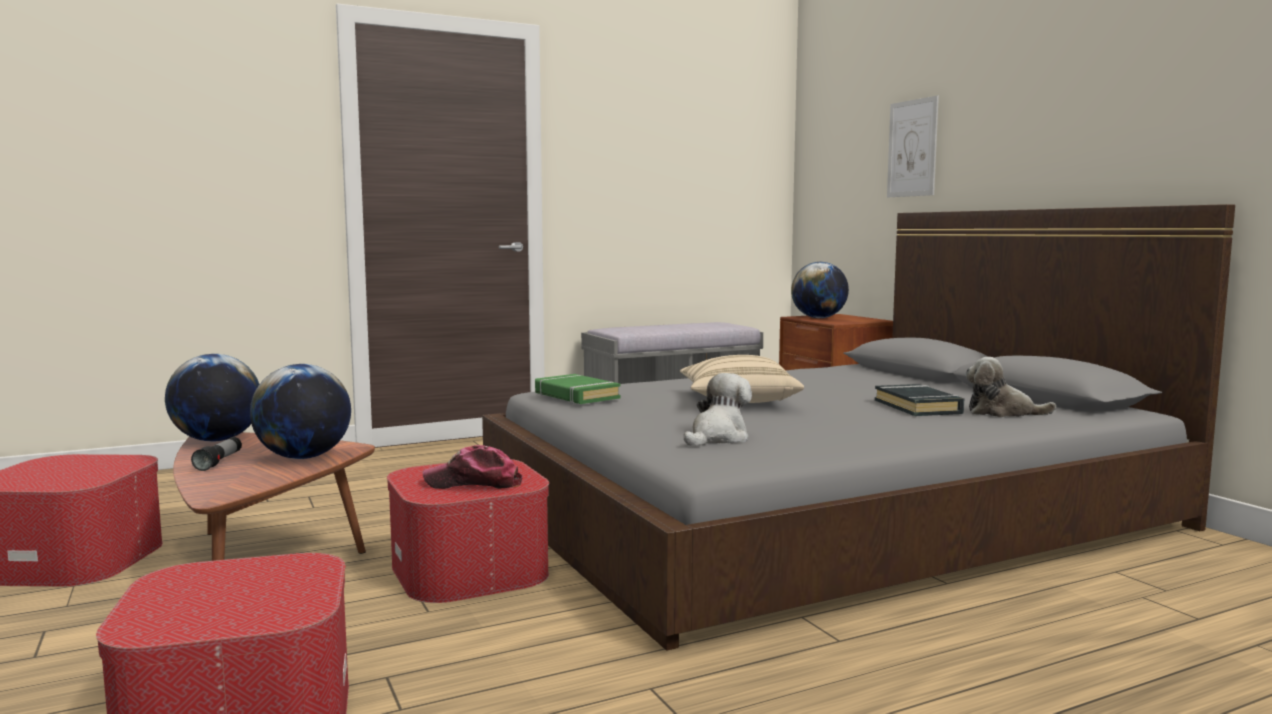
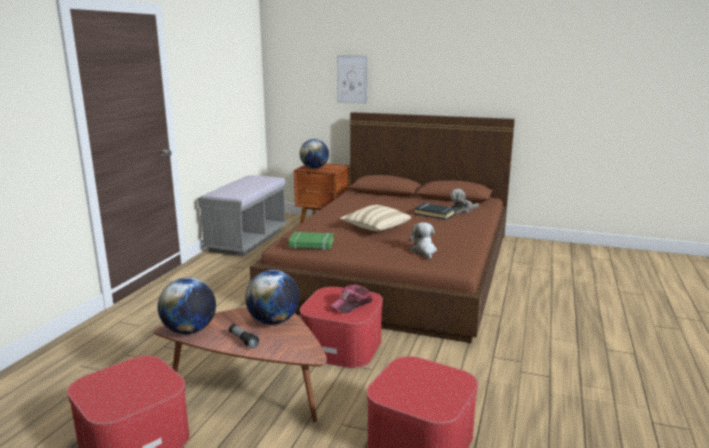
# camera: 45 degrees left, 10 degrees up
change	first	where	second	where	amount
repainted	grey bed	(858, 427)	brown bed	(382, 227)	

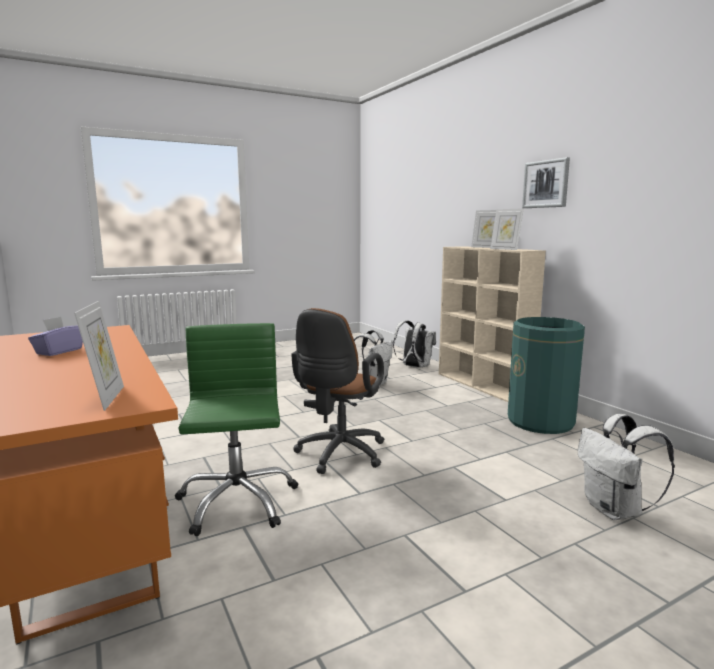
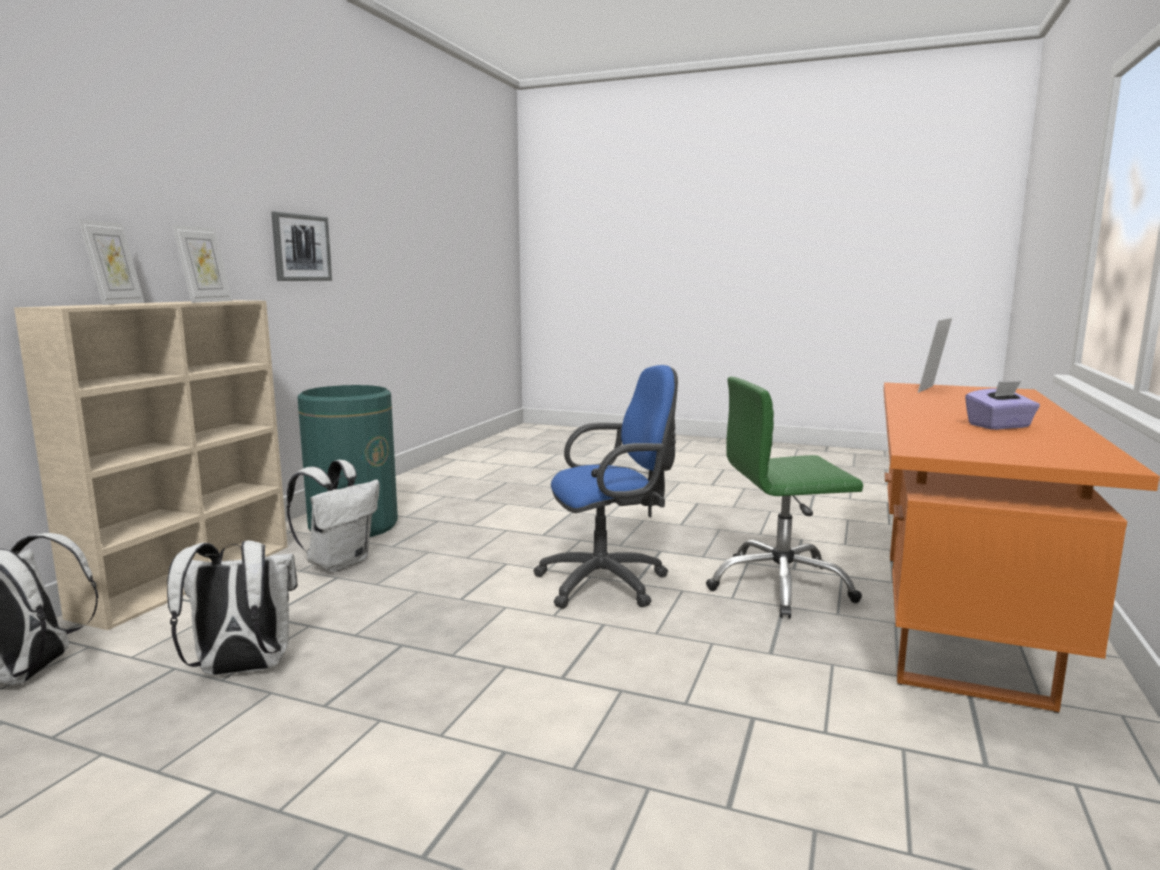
# camera: 130 degrees left, 0 degrees up
change	first	where	second	where	amount
shifted	picture	(546, 182)		(301, 246)	
repainted	brown office chair	(337, 391)	blue office chair	(605, 487)	
rotated	green office chair	(236, 429)		(784, 497)	45 degrees clockwise
shifted	white backpack	(626, 467)		(333, 516)	

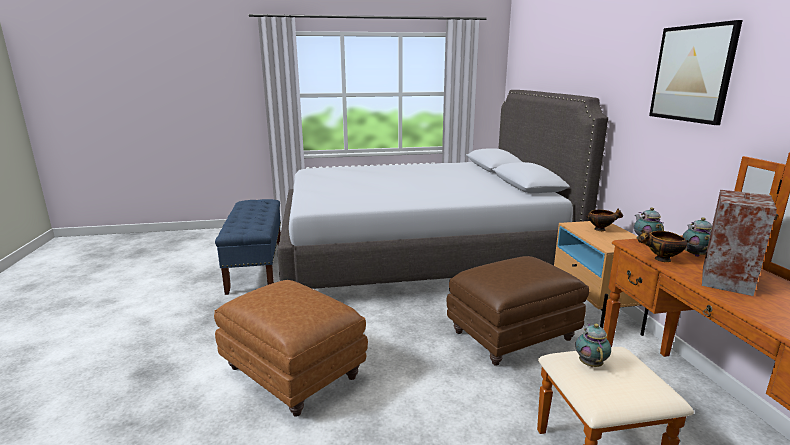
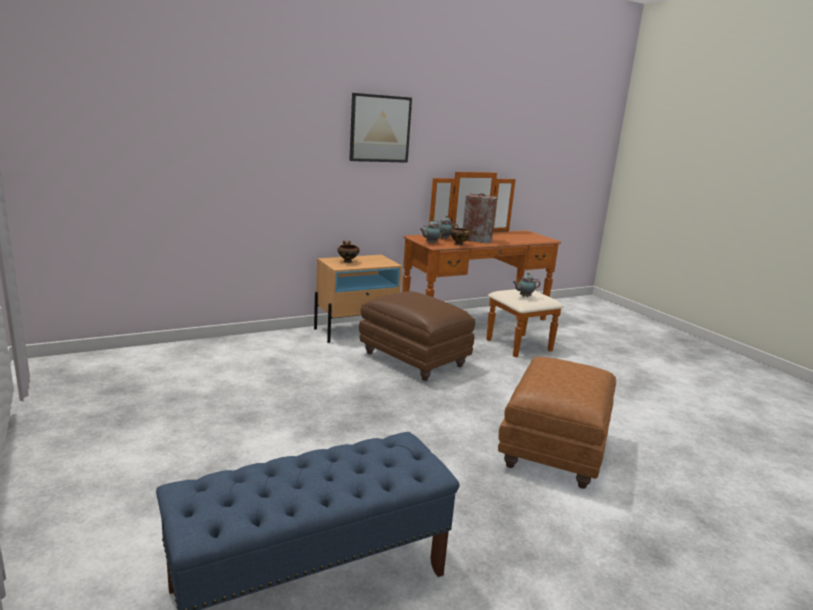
# camera: 110 degrees left, 0 degrees up
change	first	where	second	where	amount
gone	grey bed	(443, 189)			

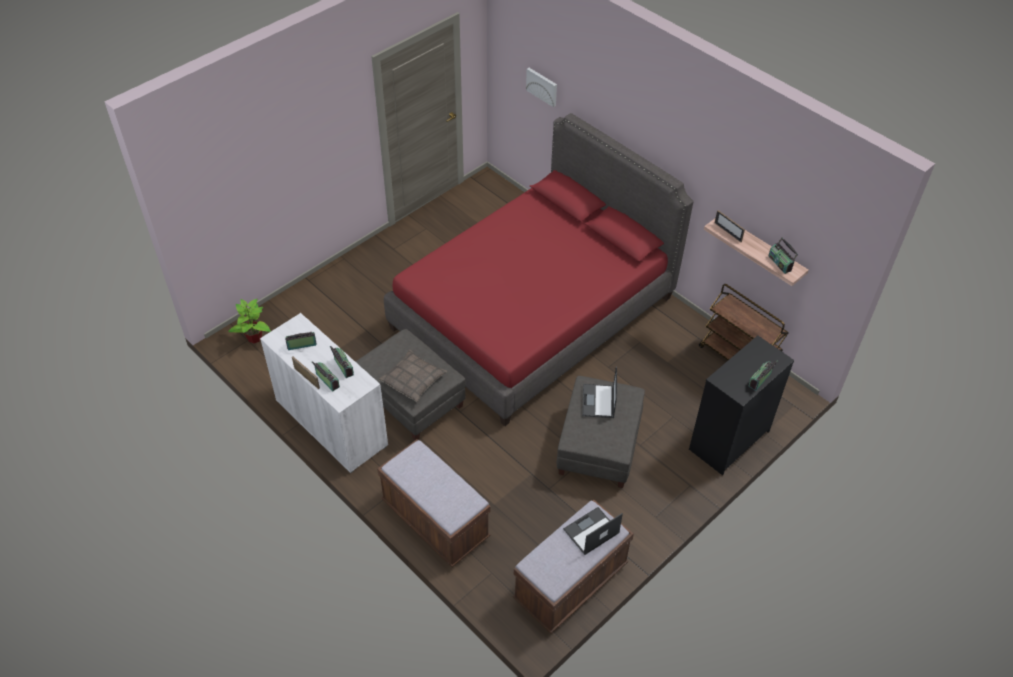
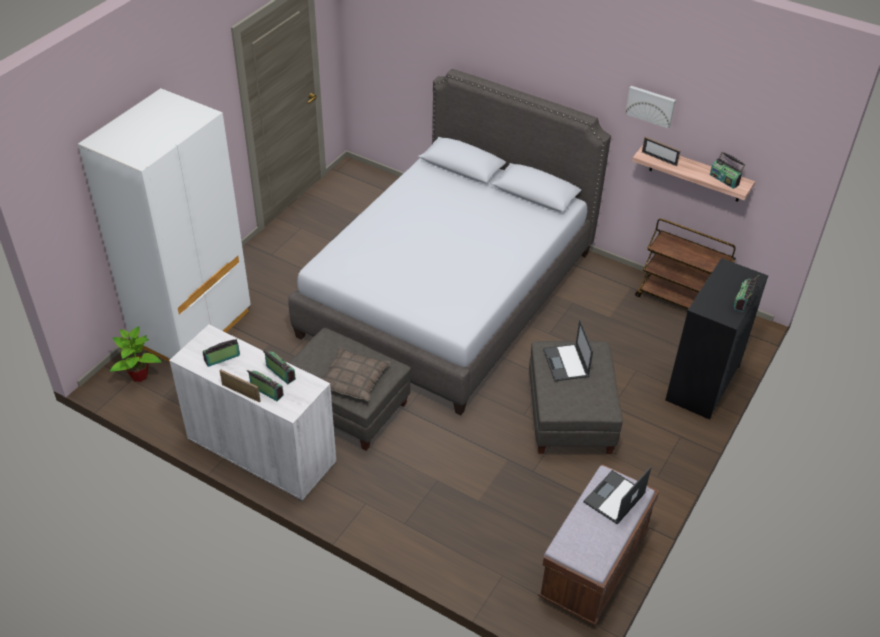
# camera: 15 degrees left, 5 degrees down
change	first	where	second	where	amount
shifted	picture	(541, 87)		(650, 107)	
repainted	red bed	(539, 269)	grey bed	(449, 242)	
gone	brown bench	(434, 503)			
new			white wardrobe	(164, 225)	

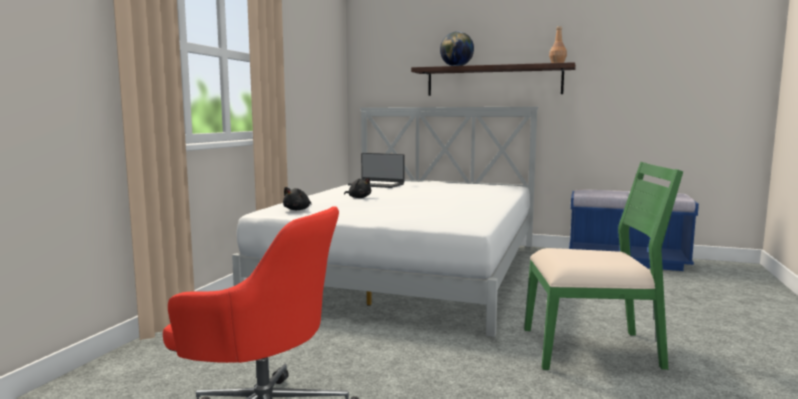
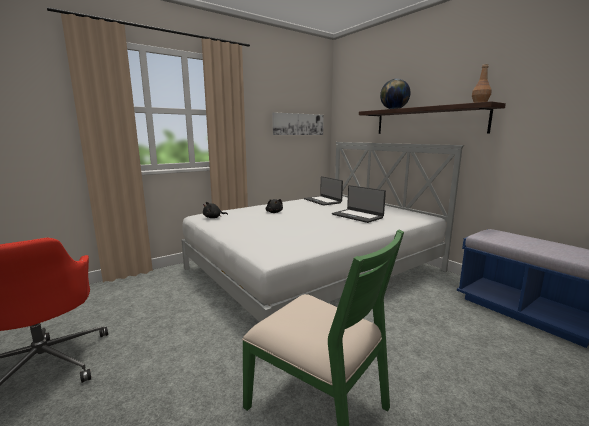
# camera: 35 degrees right, 5 degrees up
change	first	where	second	where	amount
new			picture	(298, 123)	
new			laptop	(359, 204)	

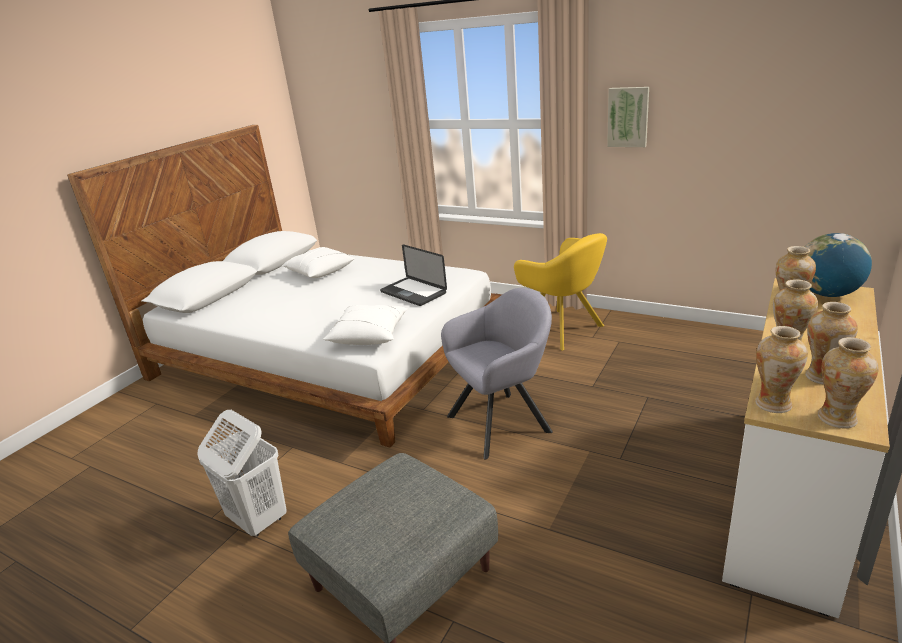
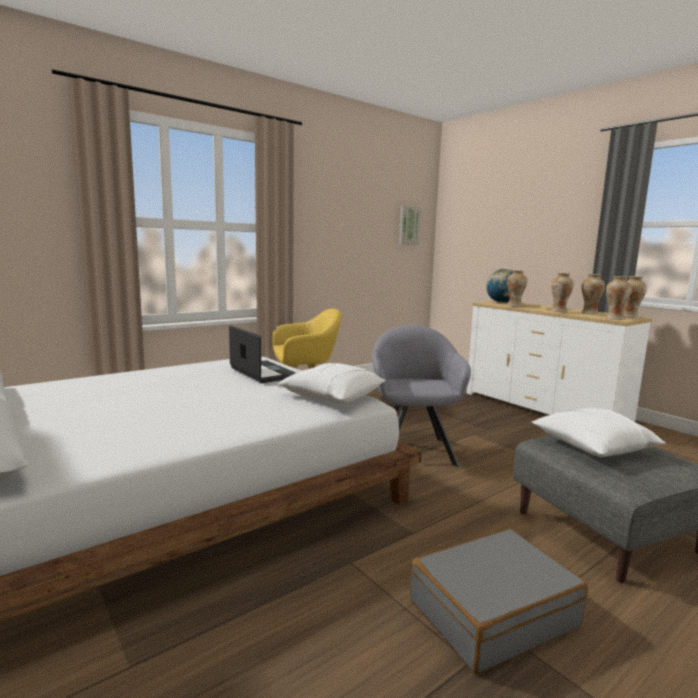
# camera: 70 degrees left, 15 degrees down
change	first	where	second	where	amount
shifted	picture	(628, 117)		(410, 225)	
rotated	laptop	(413, 275)		(262, 354)	105 degrees counterclockwise
shifted	white pillow	(318, 262)		(599, 432)	
swapped	white laundry basket	(242, 473)	grey suitcase	(499, 601)	

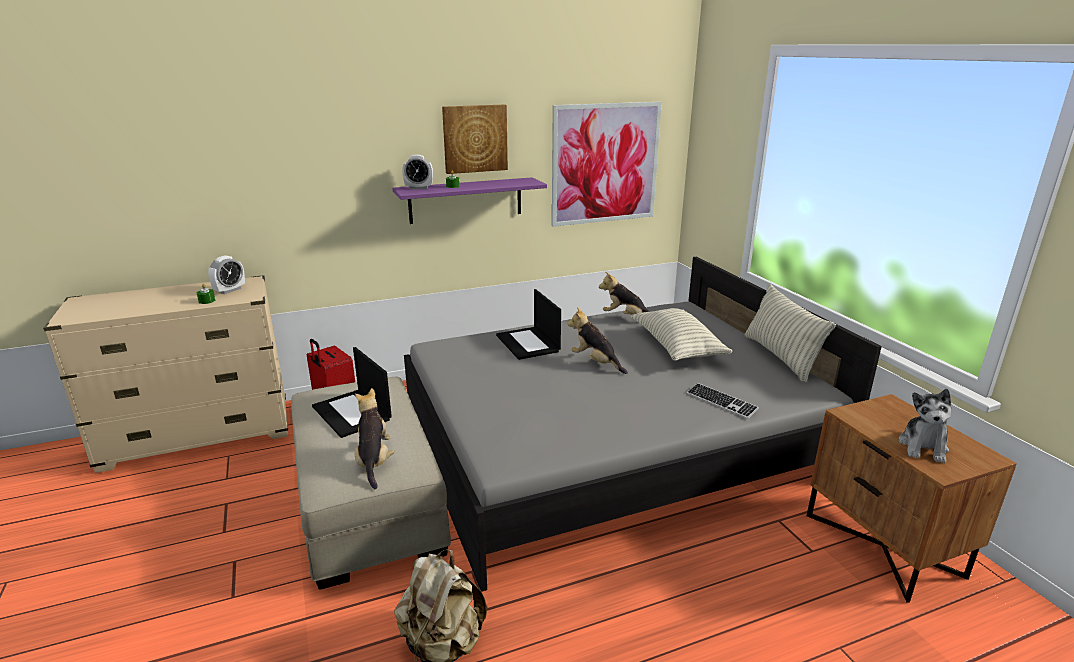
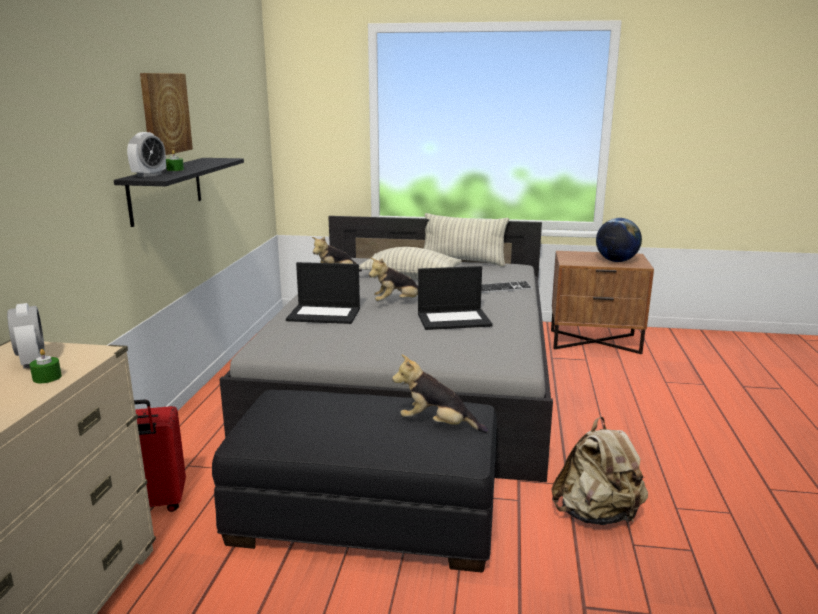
# camera: 60 degrees left, 5 degrees down
change	first	where	second	where	amount
gone	picture	(607, 164)			
repainted	purple shelf	(469, 200)	black shelf	(179, 192)	
shifted	laptop	(352, 392)		(455, 298)	
repainted	beige ottoman	(371, 483)	black ottoman	(354, 481)	
swapped	plush toy	(925, 426)	globe	(619, 240)	

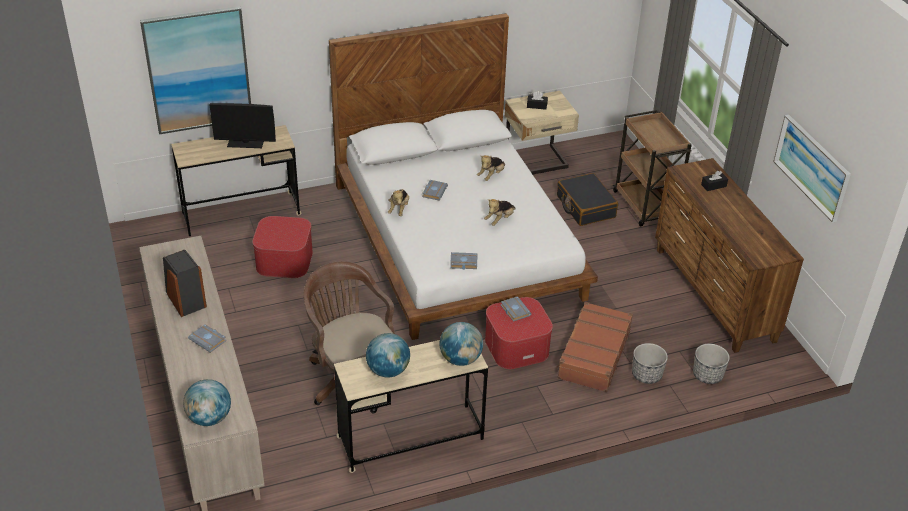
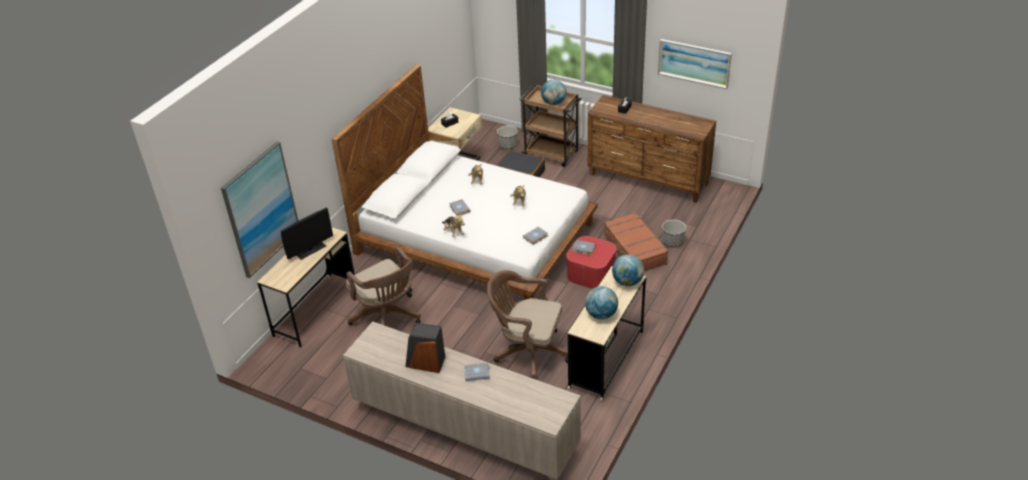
# camera: 40 degrees left, 0 degrees up
change	first	where	second	where	amount
swapped	ottoman	(282, 247)	brown office chair	(383, 286)	
shifted	planter	(711, 364)		(507, 137)	
shifted	globe	(207, 402)		(554, 92)	

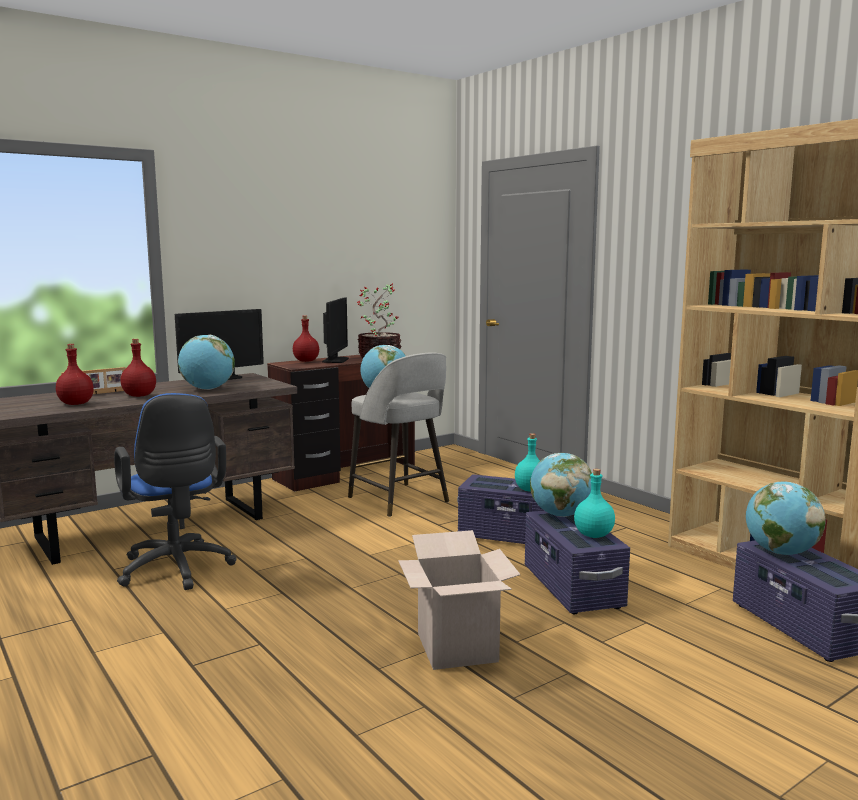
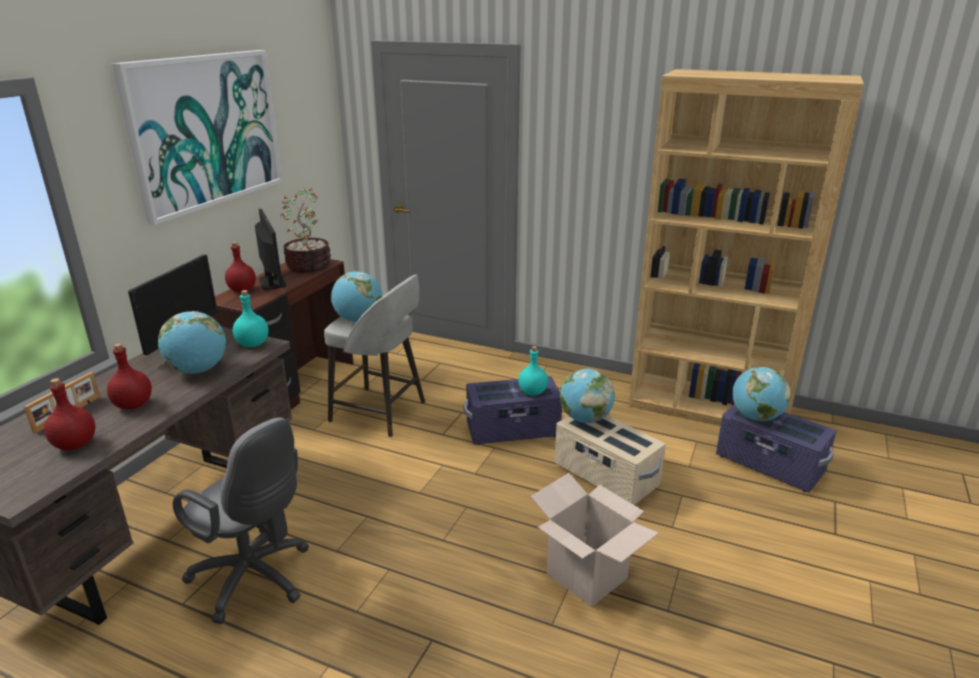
# camera: 30 degrees left, 15 degrees up
change	first	where	second	where	amount
repainted	blue office chair	(175, 491)	grey office chair	(241, 521)	
shifted	turquoise bottle	(594, 503)		(250, 318)	
repainted	purple storage box	(577, 562)	beige storage box	(610, 460)	
new			picture	(197, 137)	

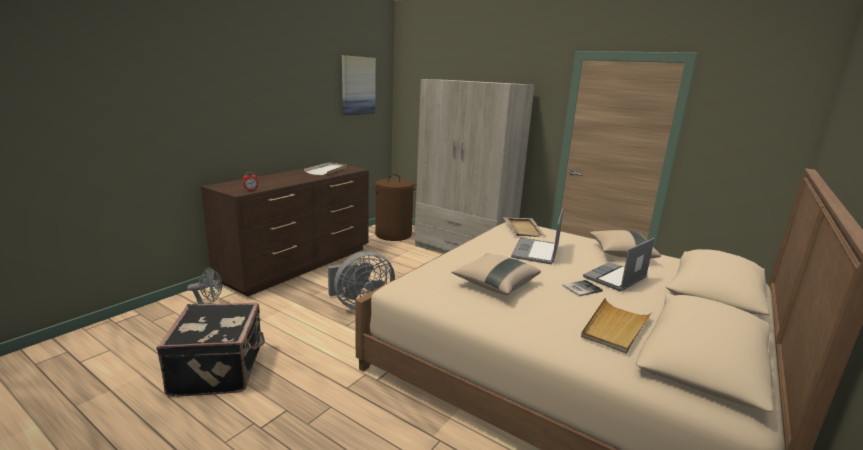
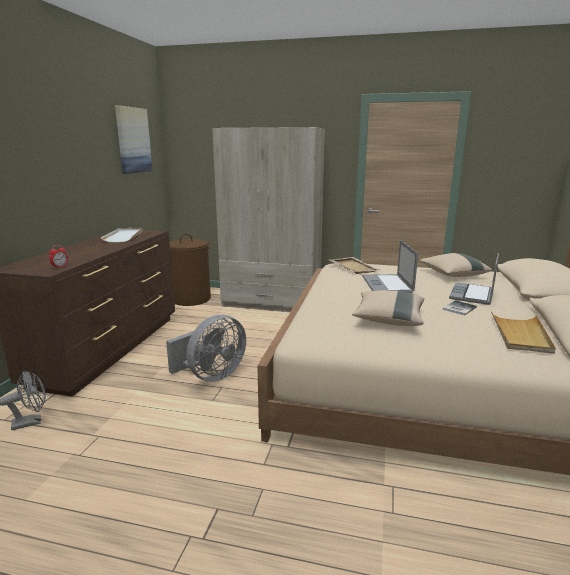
# camera: 20 degrees left, 0 degrees up
change	first	where	second	where	amount
gone	black suitcase	(210, 349)			

